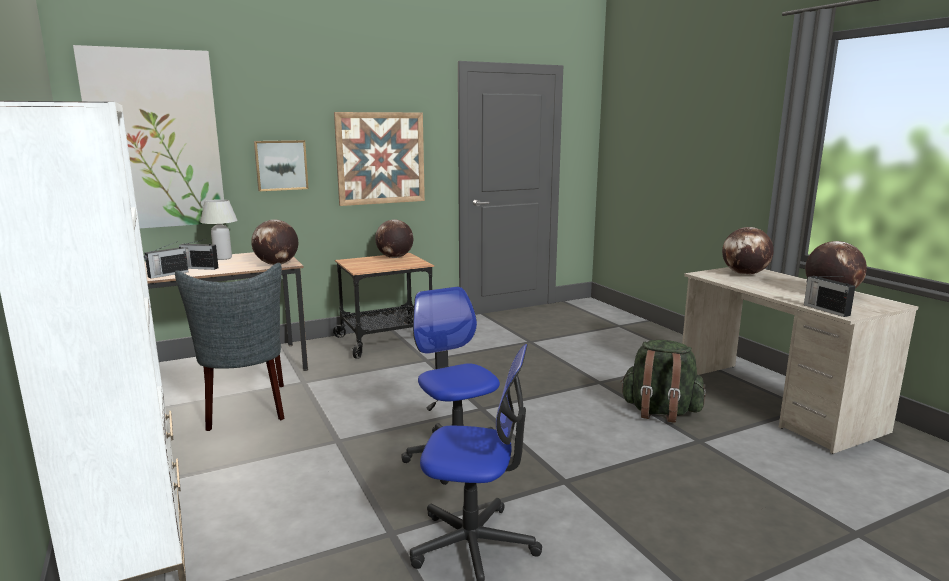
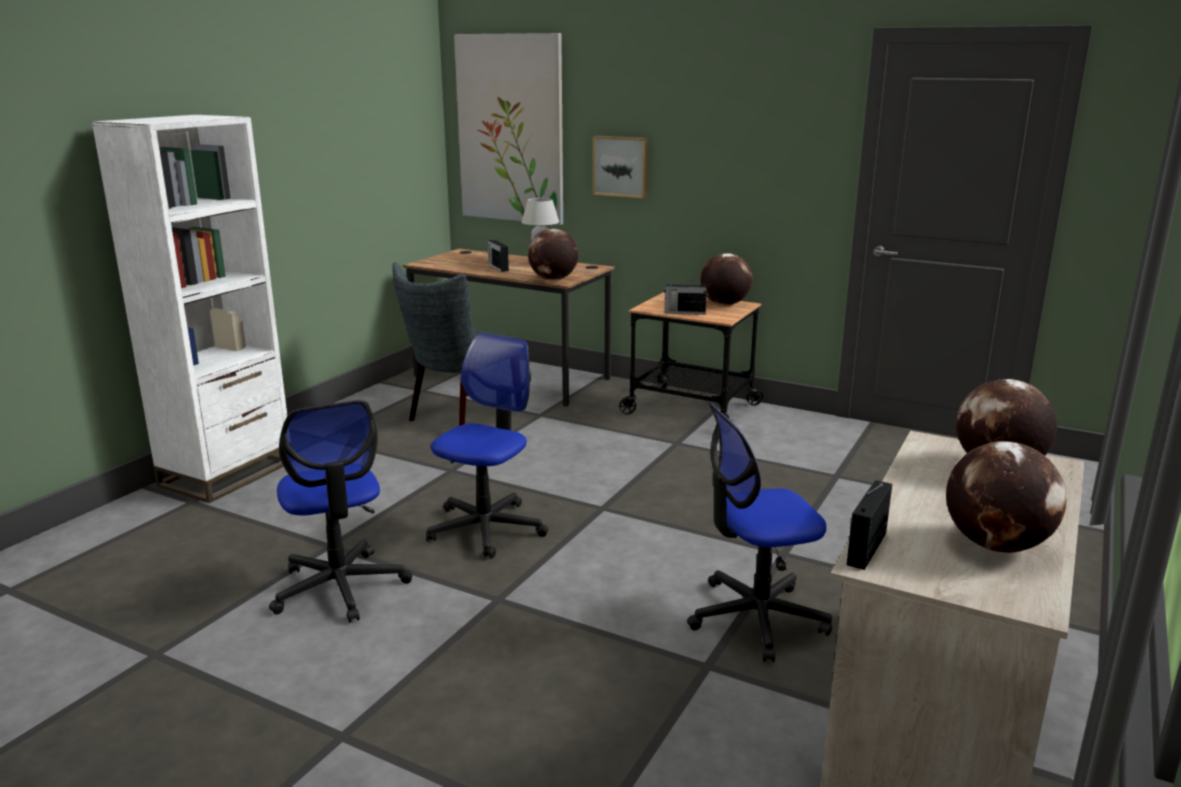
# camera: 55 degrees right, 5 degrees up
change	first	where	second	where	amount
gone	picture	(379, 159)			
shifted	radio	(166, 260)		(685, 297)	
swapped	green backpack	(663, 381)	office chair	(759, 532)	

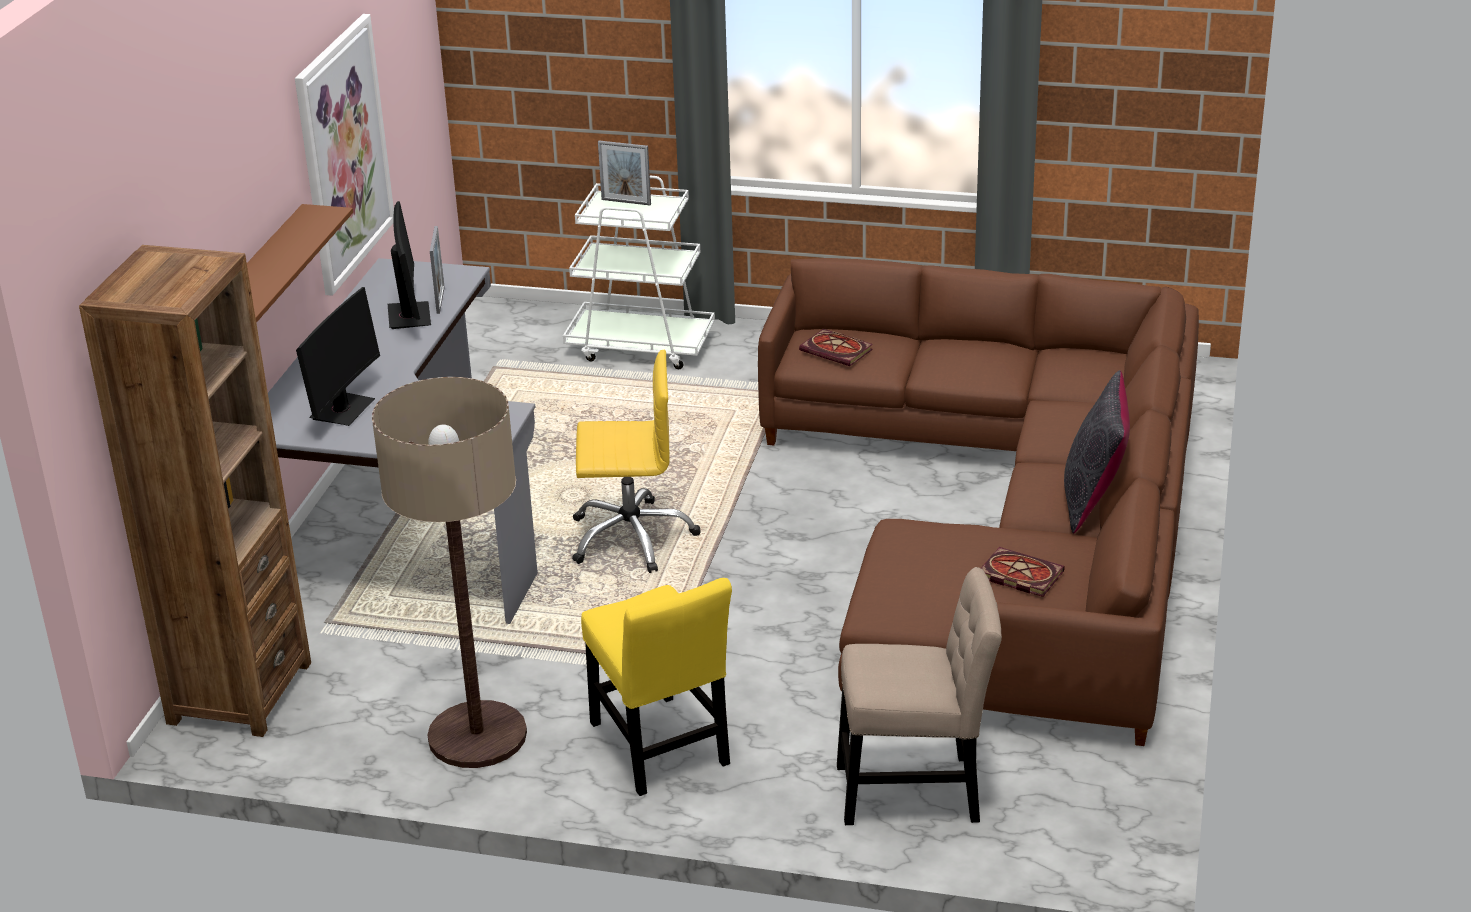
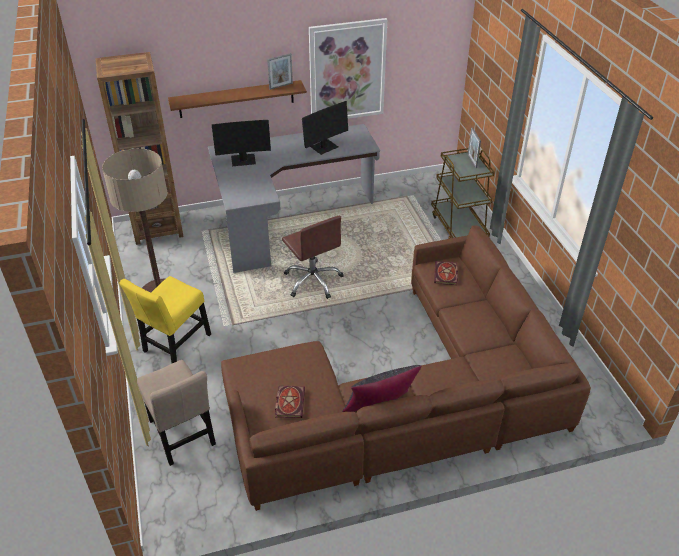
# camera: 60 degrees right, 10 degrees up
change	first	where	second	where	amount
repainted	white cart	(639, 272)	brown cart	(463, 193)	
shifted	picture frame	(437, 270)		(280, 71)	
repainted	yellow office chair	(636, 461)	brown office chair	(313, 257)	

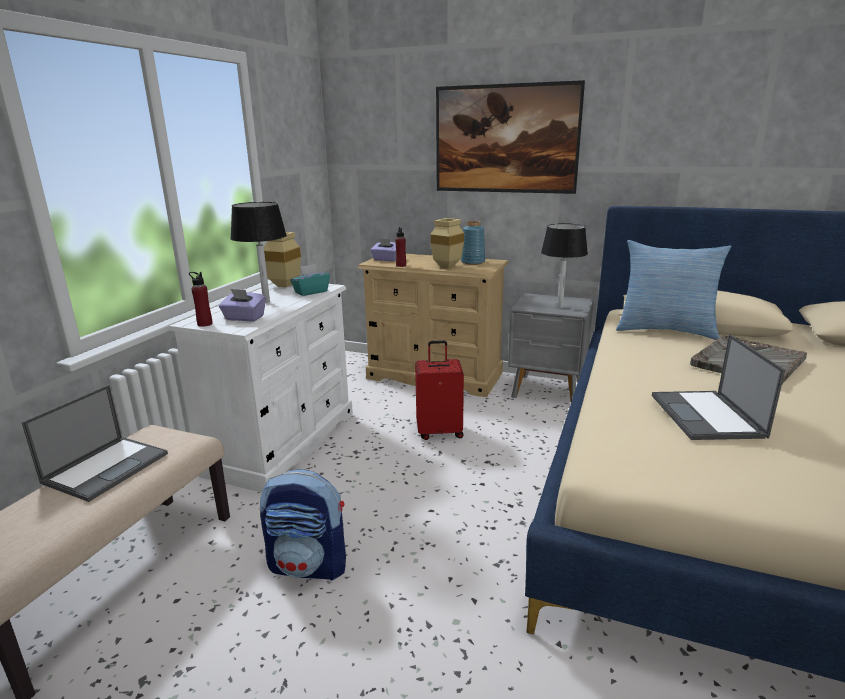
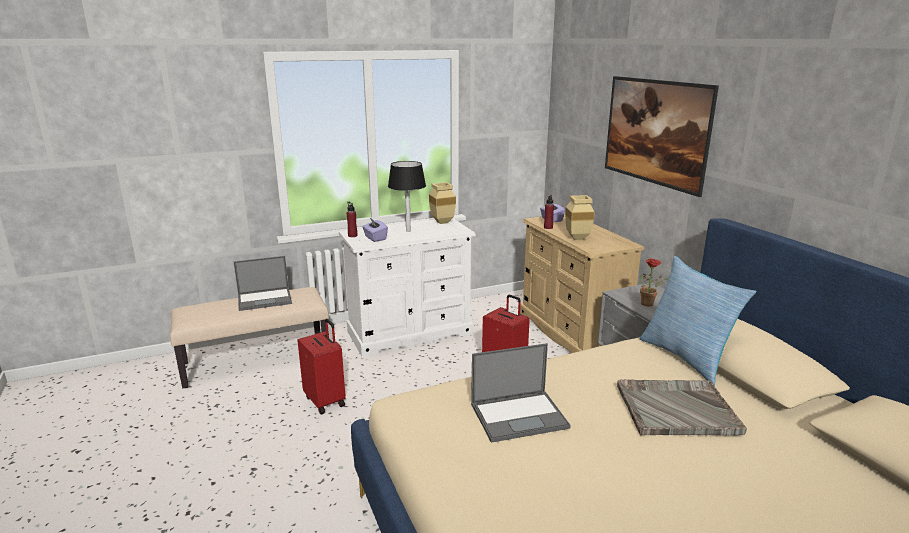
# camera: 45 degrees right, 0 degrees up
change	first	where	second	where	amount
gone	blue vase	(473, 243)			
swapped	black table lamp	(564, 265)	potted plant	(654, 282)	
gone	turquoise tissue box	(310, 280)			
rotated	laptop	(718, 387)		(521, 393)	150 degrees counterclockwise
swapped	backpack	(303, 525)	red suitcase	(322, 366)	

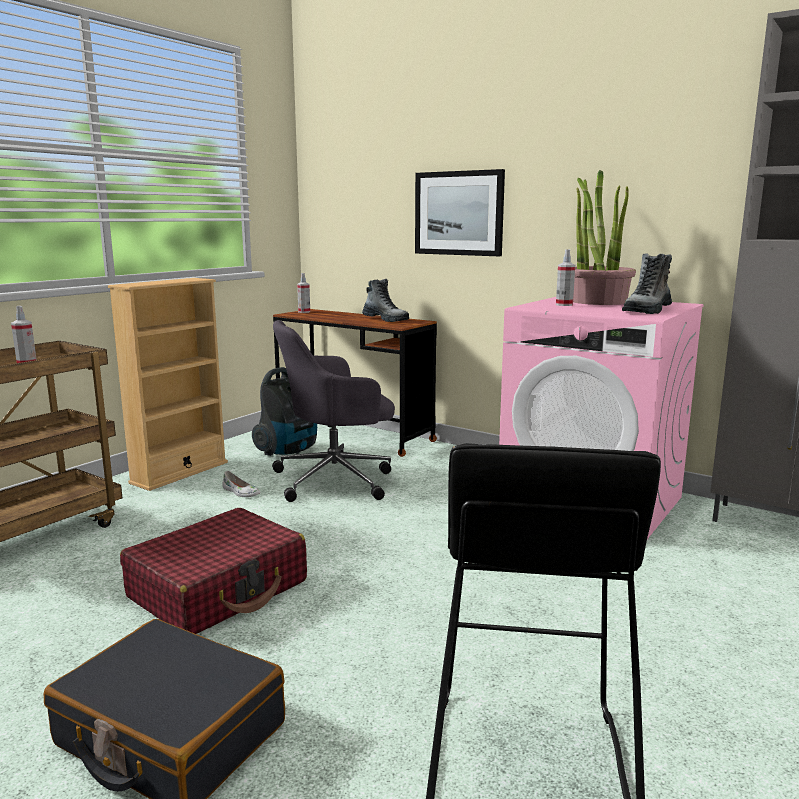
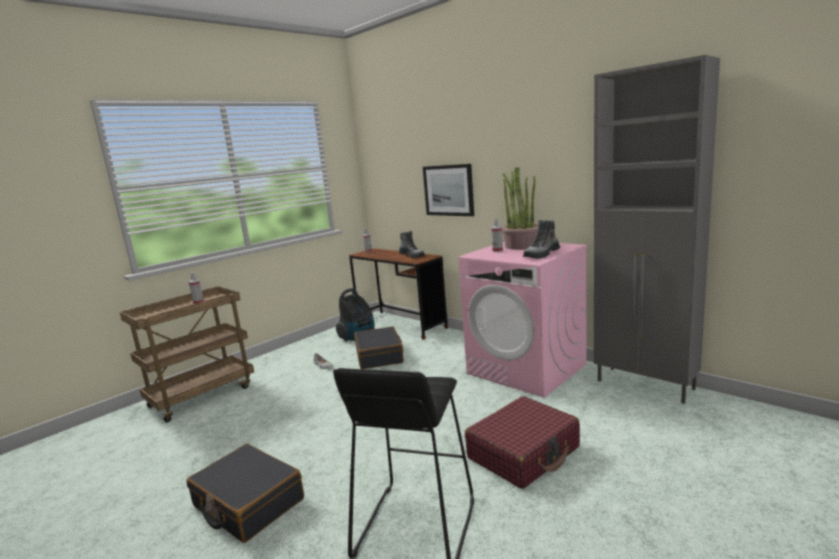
# camera: 10 degrees right, 0 degrees up
change	first	where	second	where	amount
gone	beige bookcase	(168, 384)			
swapped	grey office chair	(333, 411)	black suitcase	(379, 347)	
shifted	red suitcase	(213, 571)		(522, 442)	

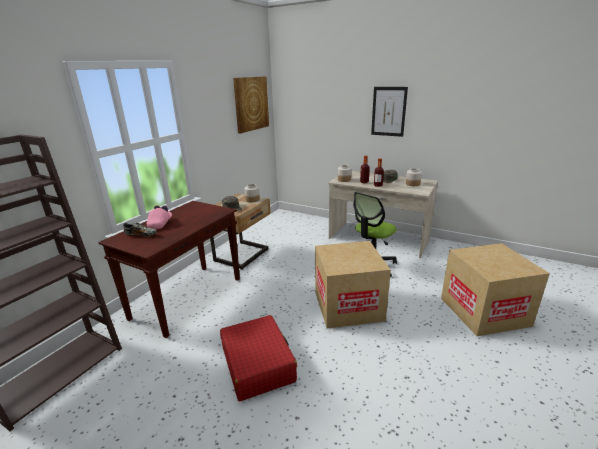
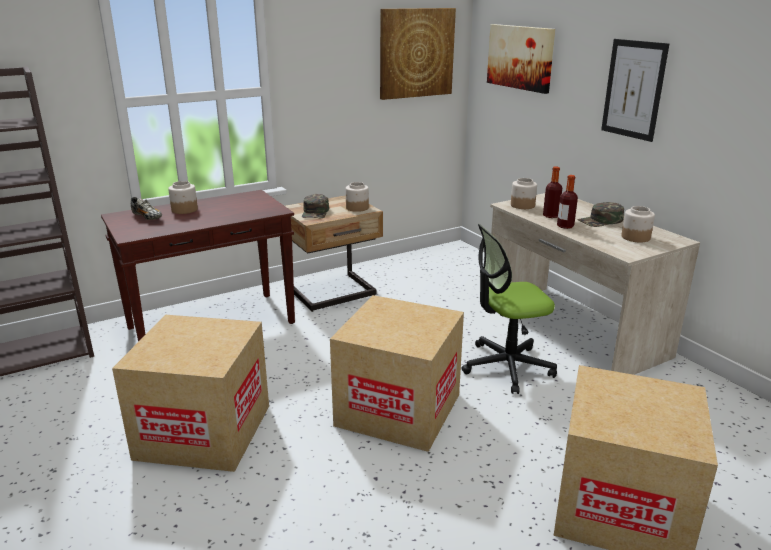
# camera: 30 degrees right, 0 degrees up
change	first	where	second	where	amount
swapped	pink cap	(159, 217)	jar	(183, 197)	
swapped	red suitcase	(258, 358)	cardboard box	(190, 393)	
new			picture	(521, 59)	

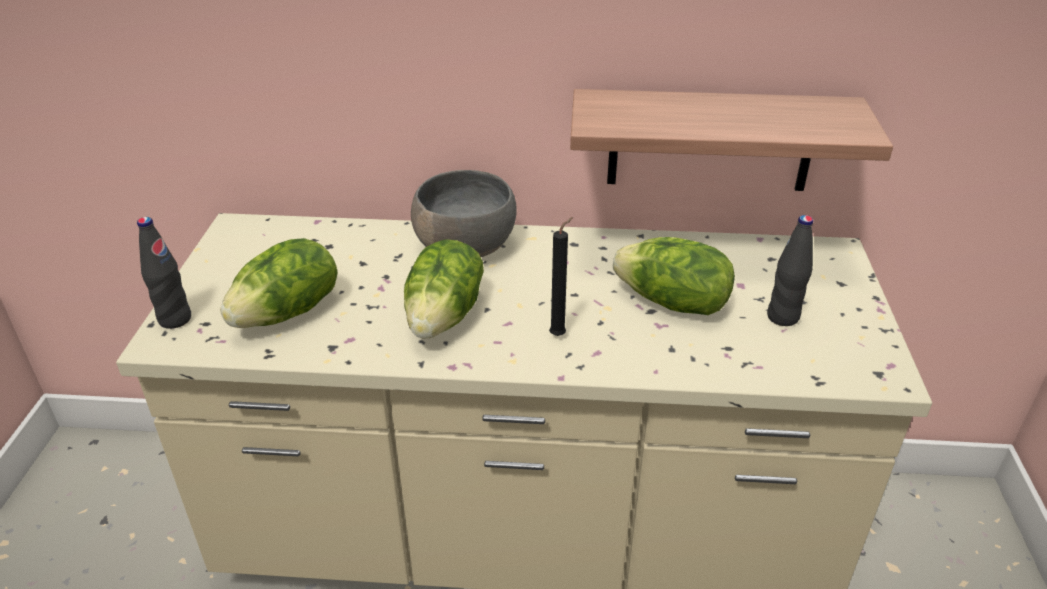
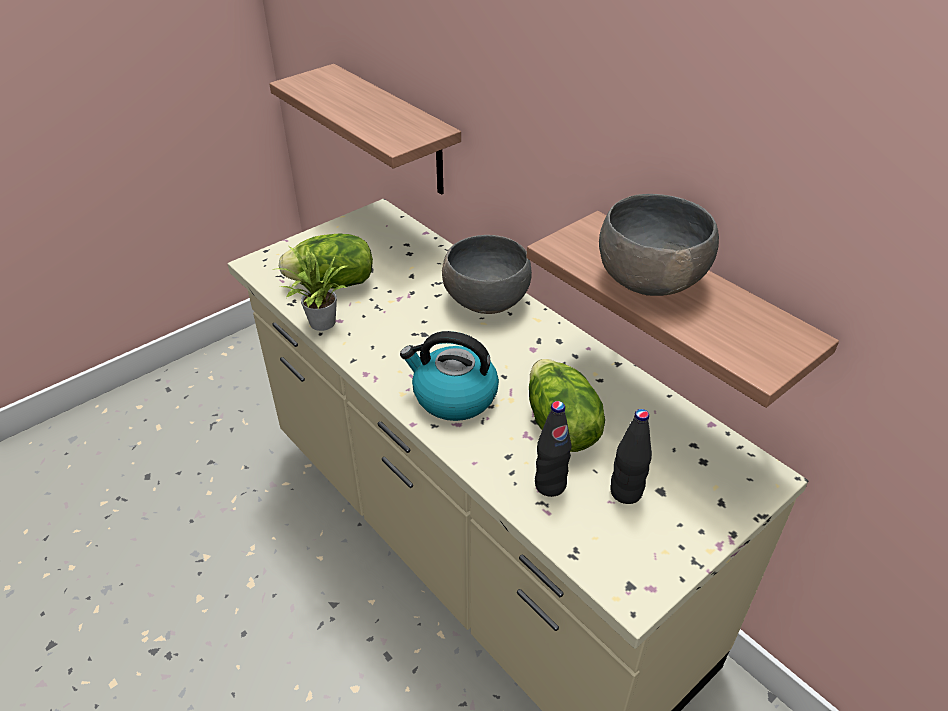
# camera: 45 degrees right, 5 degrees up
change	first	where	second	where	amount
shifted	black bottle	(164, 273)		(553, 449)	
swapped	black candle	(561, 276)	kettle	(449, 376)	
gone	lettuce	(444, 288)			
new			shelf	(365, 129)	
new			grey bowl	(659, 245)	
new			potted plant	(312, 288)	

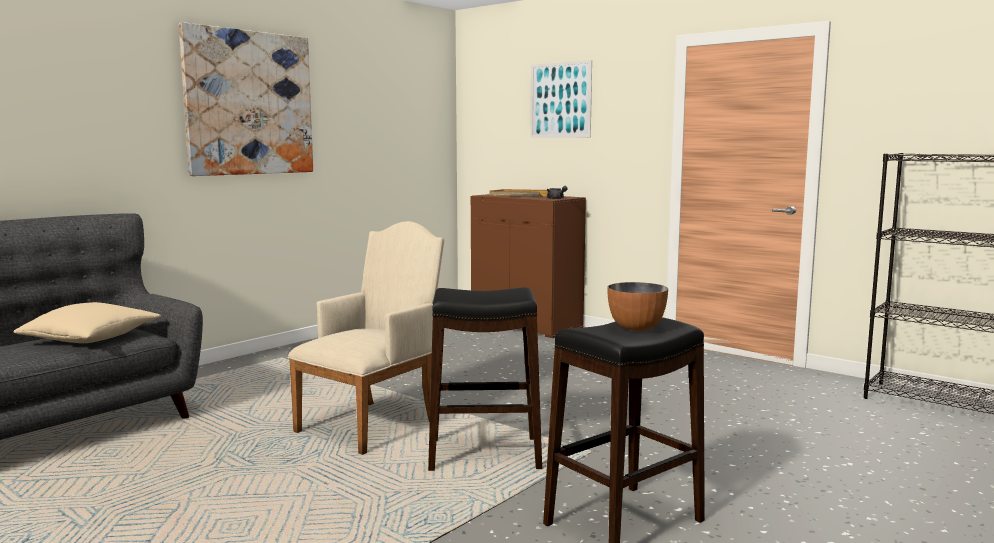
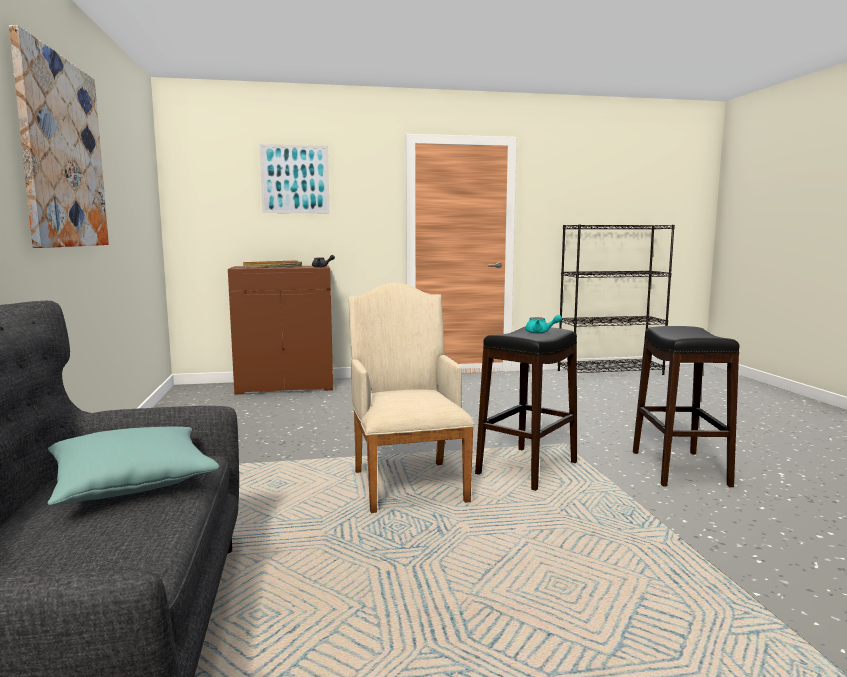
# camera: 50 degrees left, 0 degrees up
change	first	where	second	where	amount
gone	bowl	(637, 306)			
repainted	beige pillow	(87, 322)	turquoise pillow	(134, 466)	
new			turquoise teapot	(543, 324)	

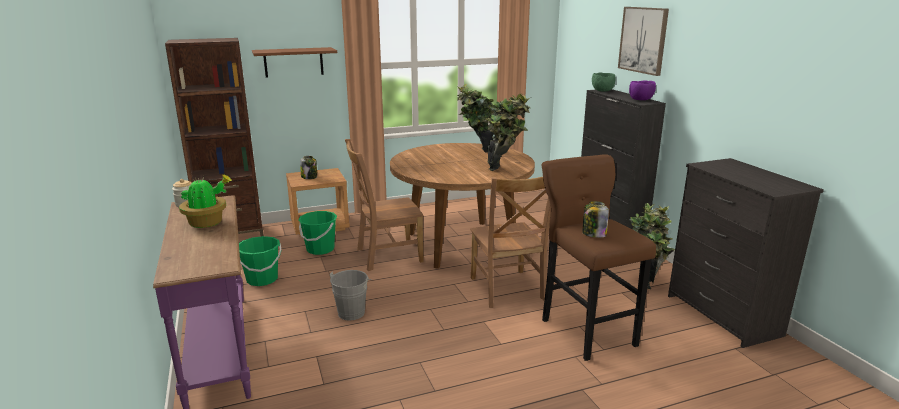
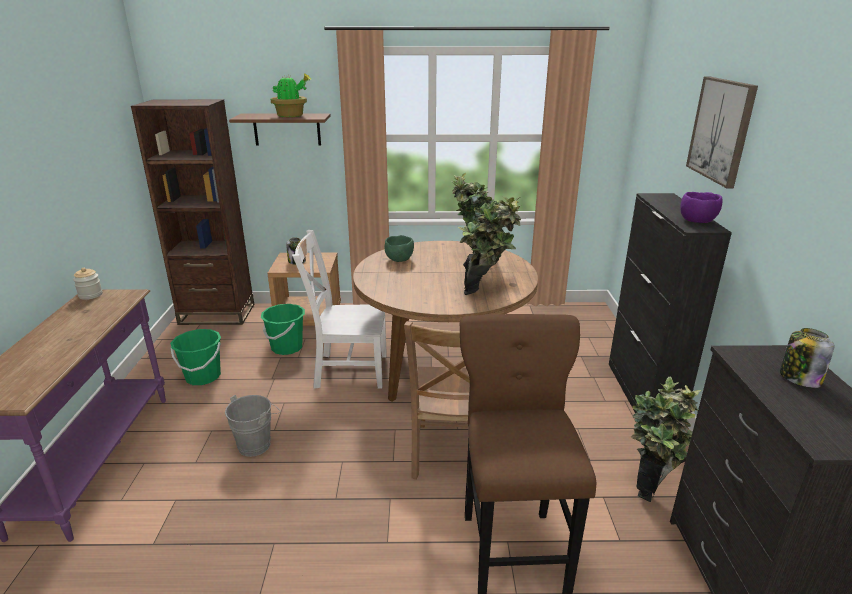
# camera: 20 degrees right, 5 degrees up
change	first	where	second	where	amount
shifted	green bowl	(603, 82)		(399, 248)	
repainted	brown chair	(384, 205)	white chair	(339, 309)	
shifted	potted plant	(205, 201)		(291, 96)	
shifted	jar	(595, 219)		(807, 358)	

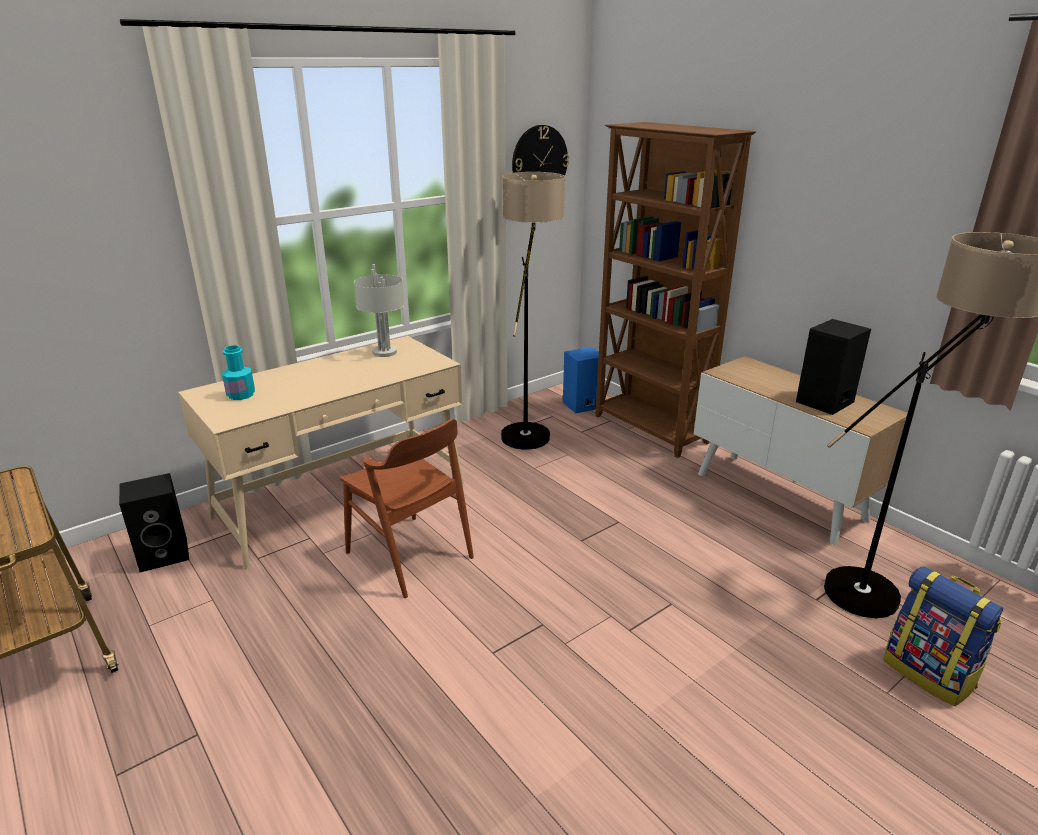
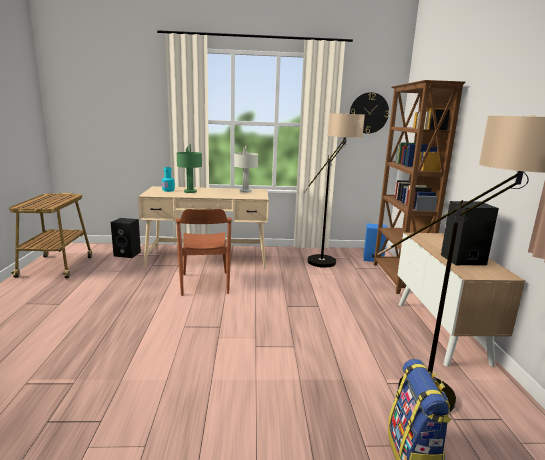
# camera: 35 degrees right, 10 degrees down
change	first	where	second	where	amount
new			green table lamp	(189, 168)	

